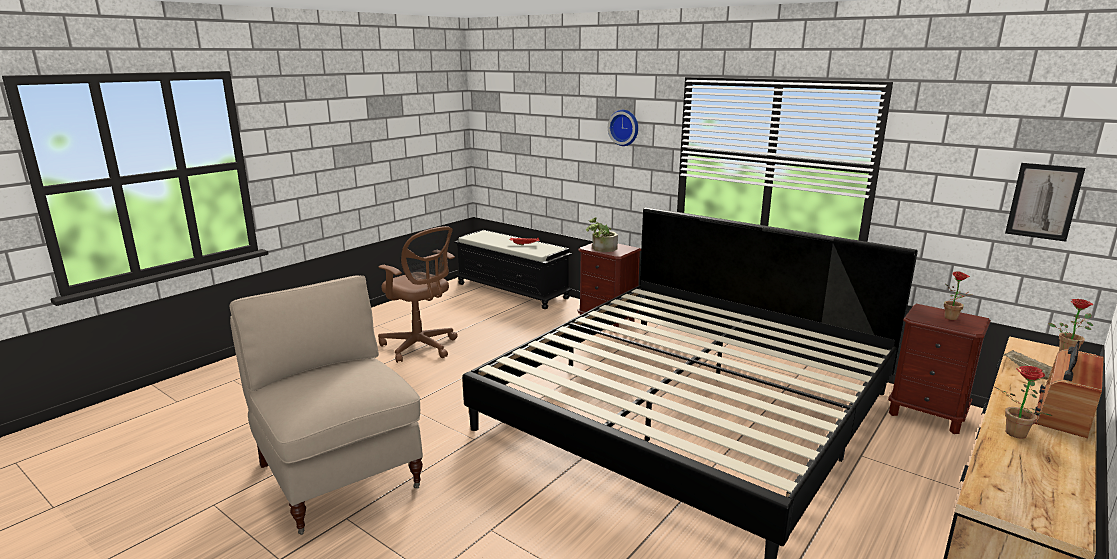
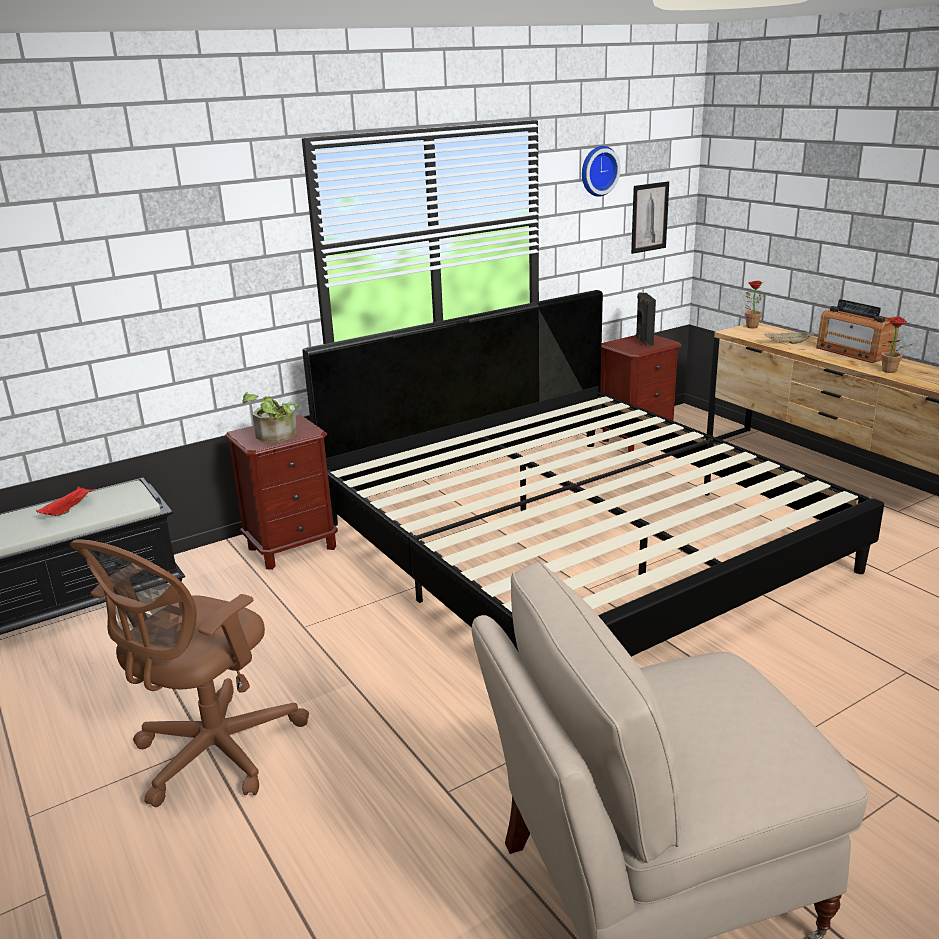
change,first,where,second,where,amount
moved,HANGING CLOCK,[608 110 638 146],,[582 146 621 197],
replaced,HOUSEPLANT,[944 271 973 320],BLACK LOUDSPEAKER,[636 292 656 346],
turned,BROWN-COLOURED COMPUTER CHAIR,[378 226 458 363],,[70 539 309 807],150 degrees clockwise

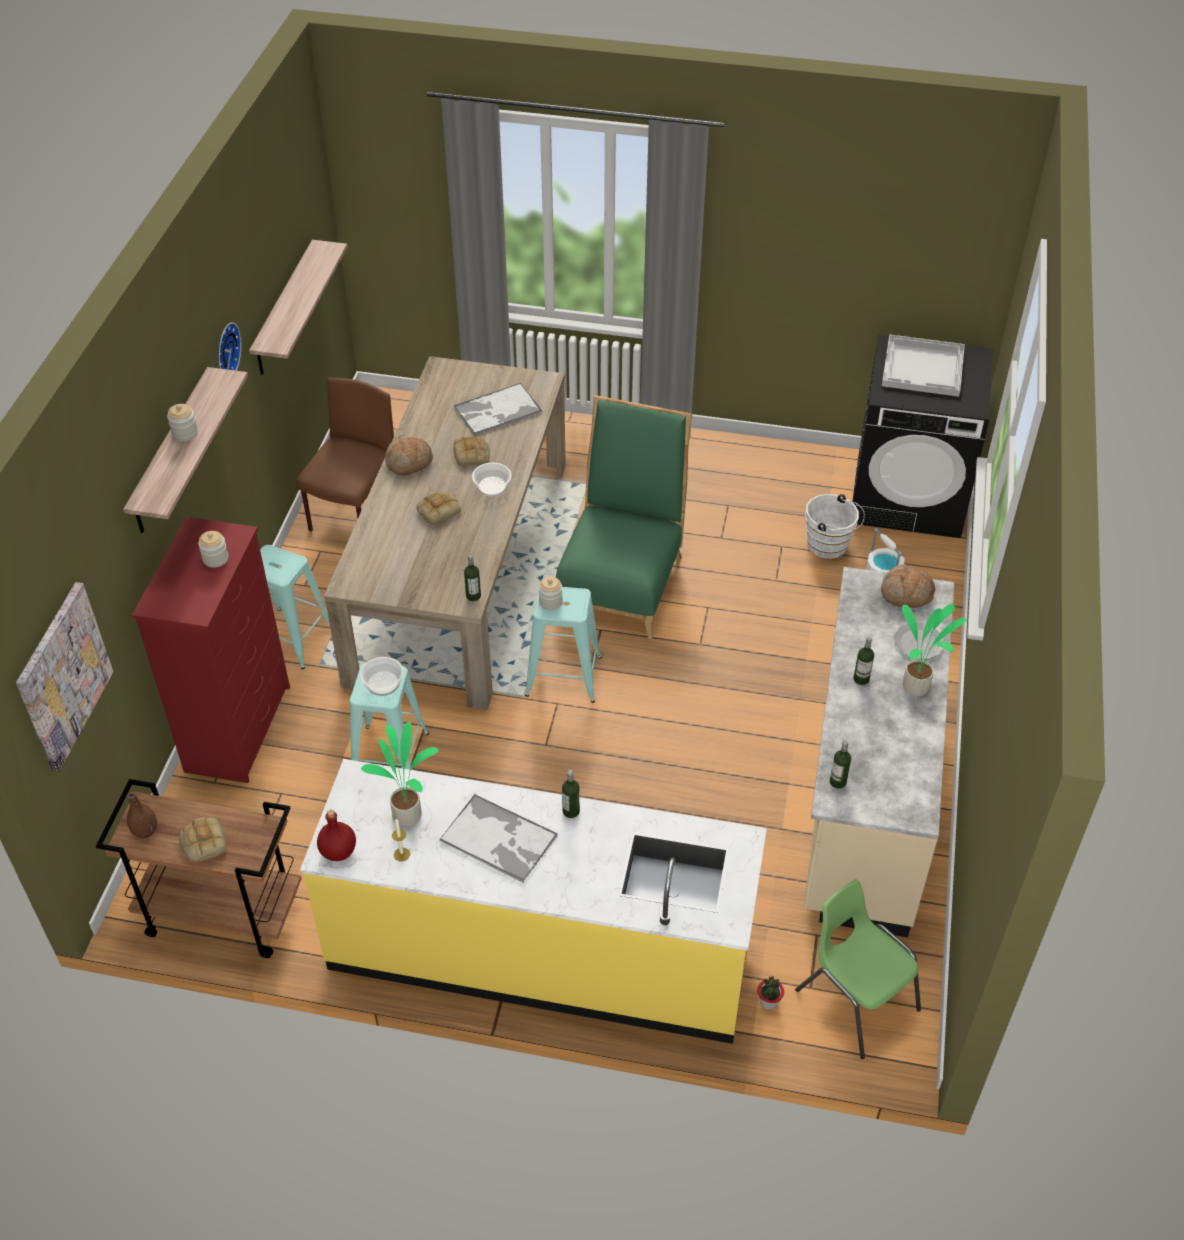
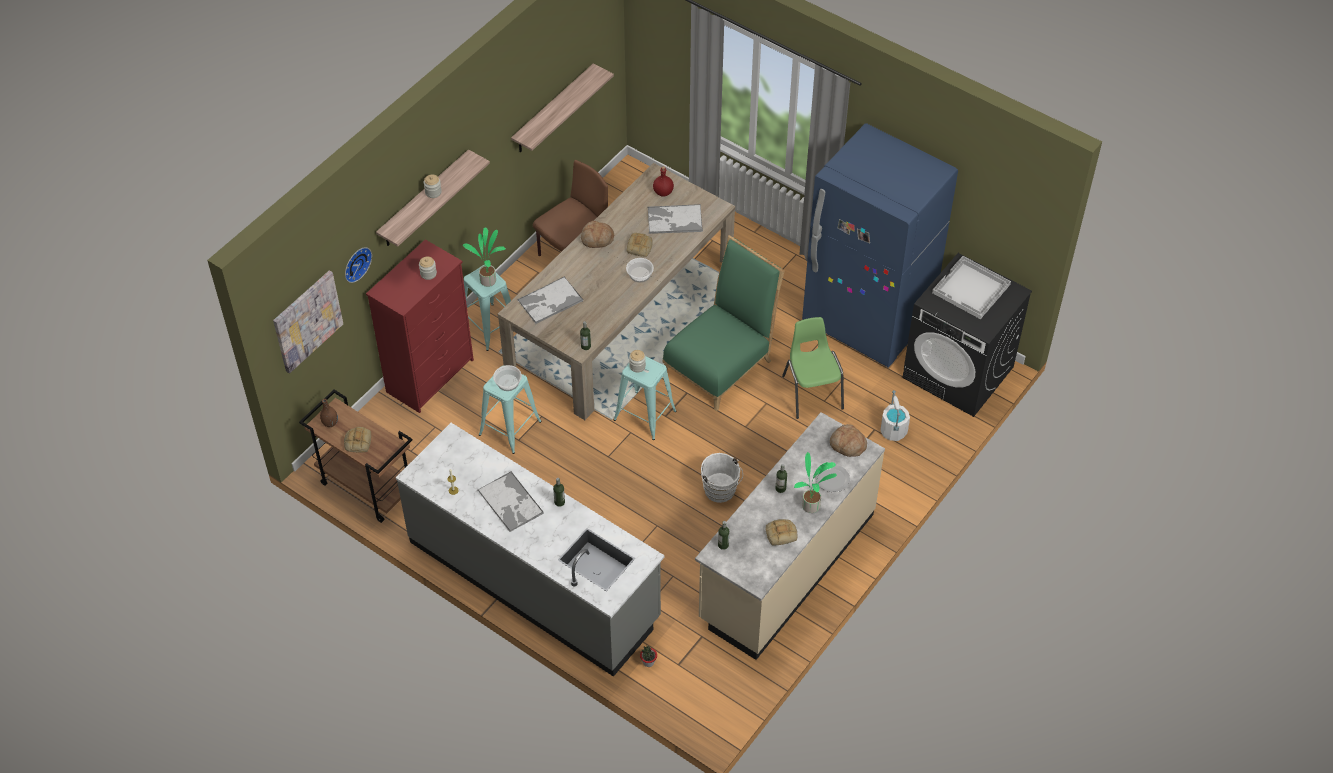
change,first,where,second,where,amount
added,,,TRAY,[517 276 583 324],
added,,,BLUE KITCHEN FRIDGE,[802 123 958 368],
moved,HANGING CLOCK,[218 323 241 371],,[345 247 372 283],
moved,REDDISH BEVERAGE BOTTLE,[317 810 356 861],,[653 166 674 197],
moved,HOUSEPLANT,[361 722 439 826],,[463 227 506 287],
moved,BAKED BREAD,[416 493 461 526],,[765 519 797 546],
moved,GREEN-COLOURED CHAIR,[795 879 921 1059],,[782 317 844 419],
moved,WHITE BUCKET,[805 494 865 559],,[701 453 743 503],
recoloured,YELLOW COUNTER,[300 759 767 1044],GRAY COUNTER,[396 423 665 677],

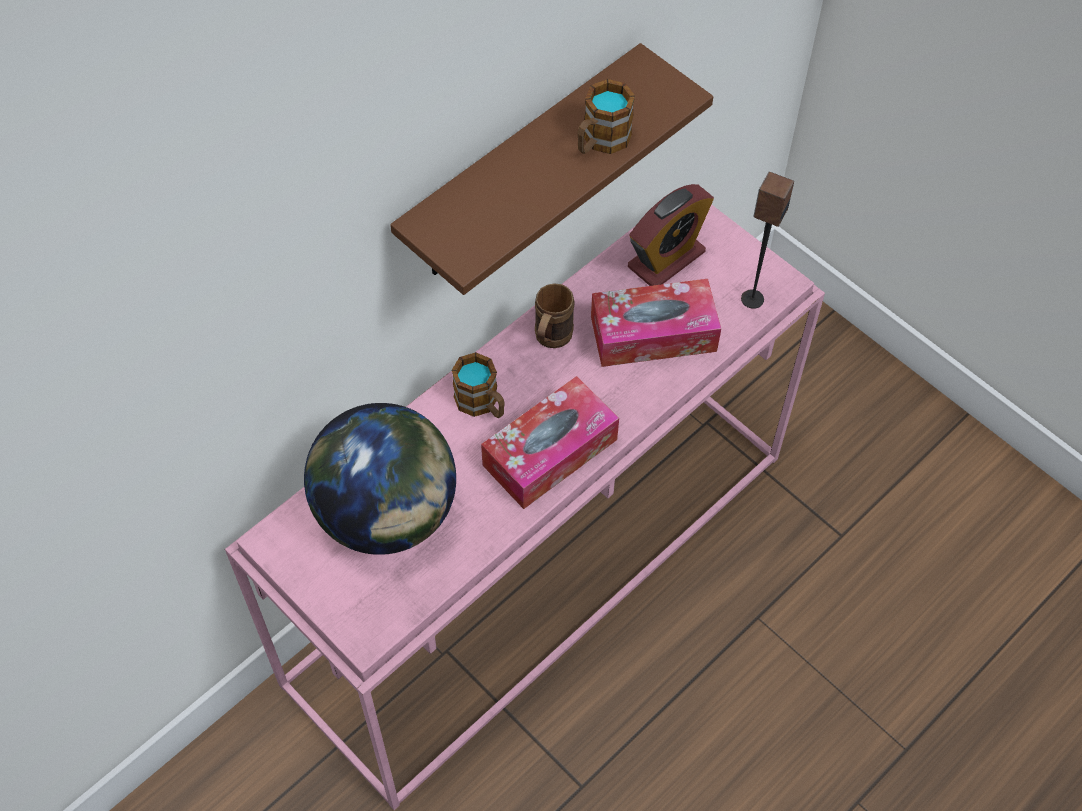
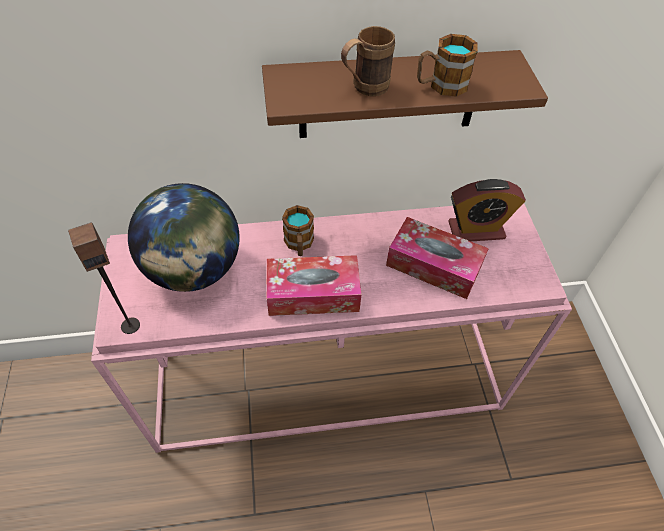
change,first,where,second,where,amount
moved,BROWN-COLOURED MUG,[535 283 574 348],,[341 26 395 96],
moved,LOUDSPEAKER,[741 172 794 309],,[68 222 140 334],

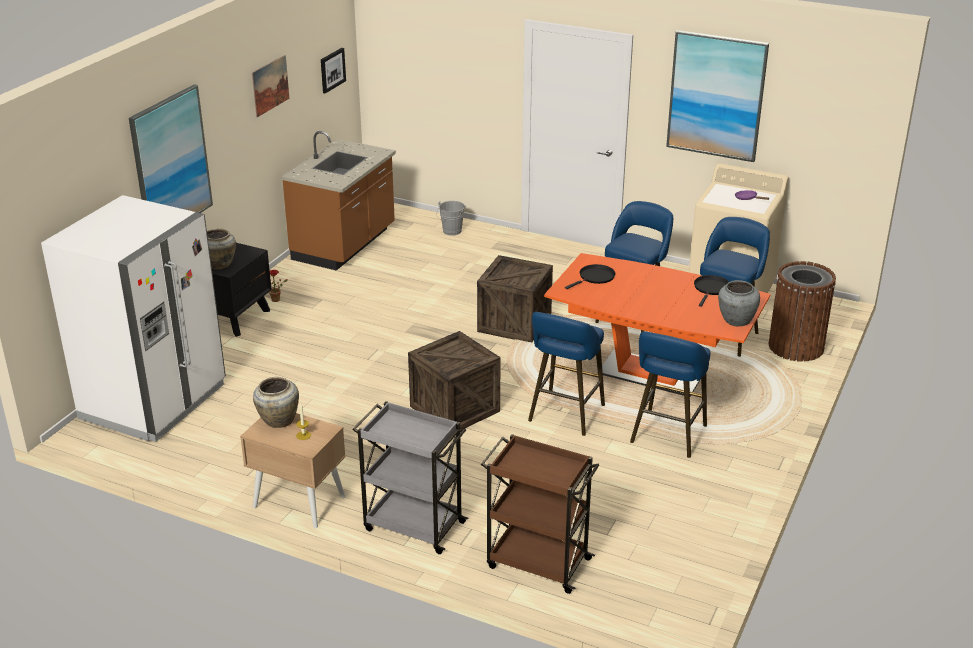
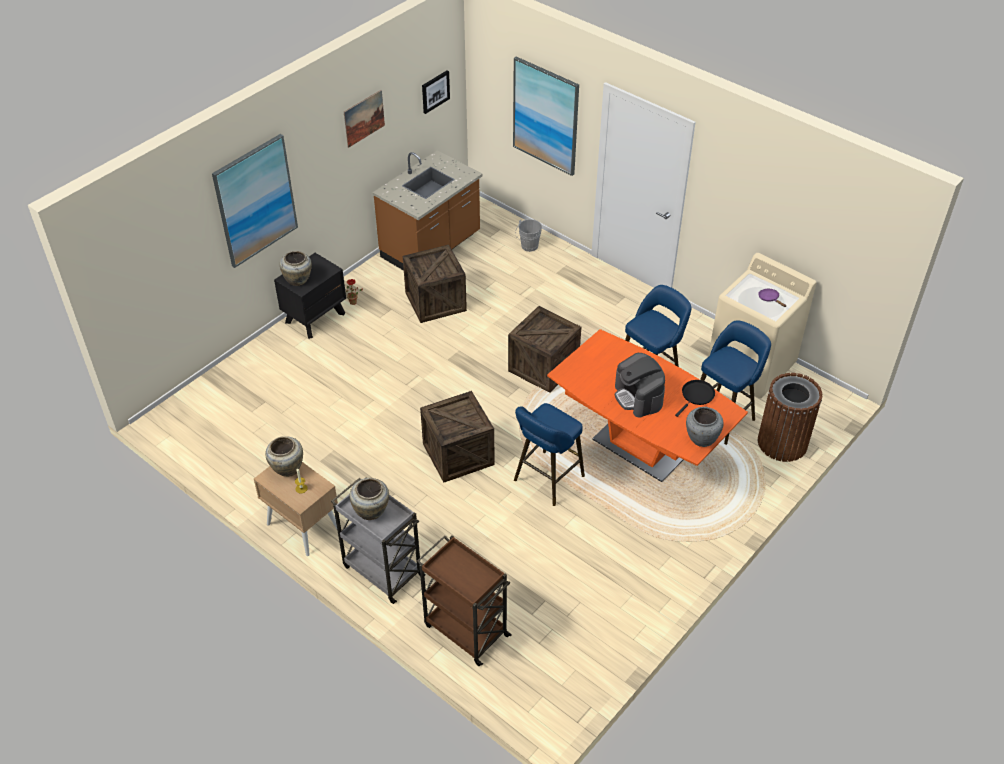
change,first,where,second,where,amount
removed,WHITE KITCHEN FRIDGE,[41 195 226 442],,,
removed,BLACK PAN,[565 264 615 289],,,
removed,BLUE STOOL SEAT,[630 331 711 458],,,
added,,,BEIGE-COLOURED VASE,[350 478 389 520],
added,,,CRATE,[403 245 467 323],
added,,,COFFEE BREWER,[615 353 665 418],
moved,PICTURE,[666 30 769 162],,[513 57 579 176],

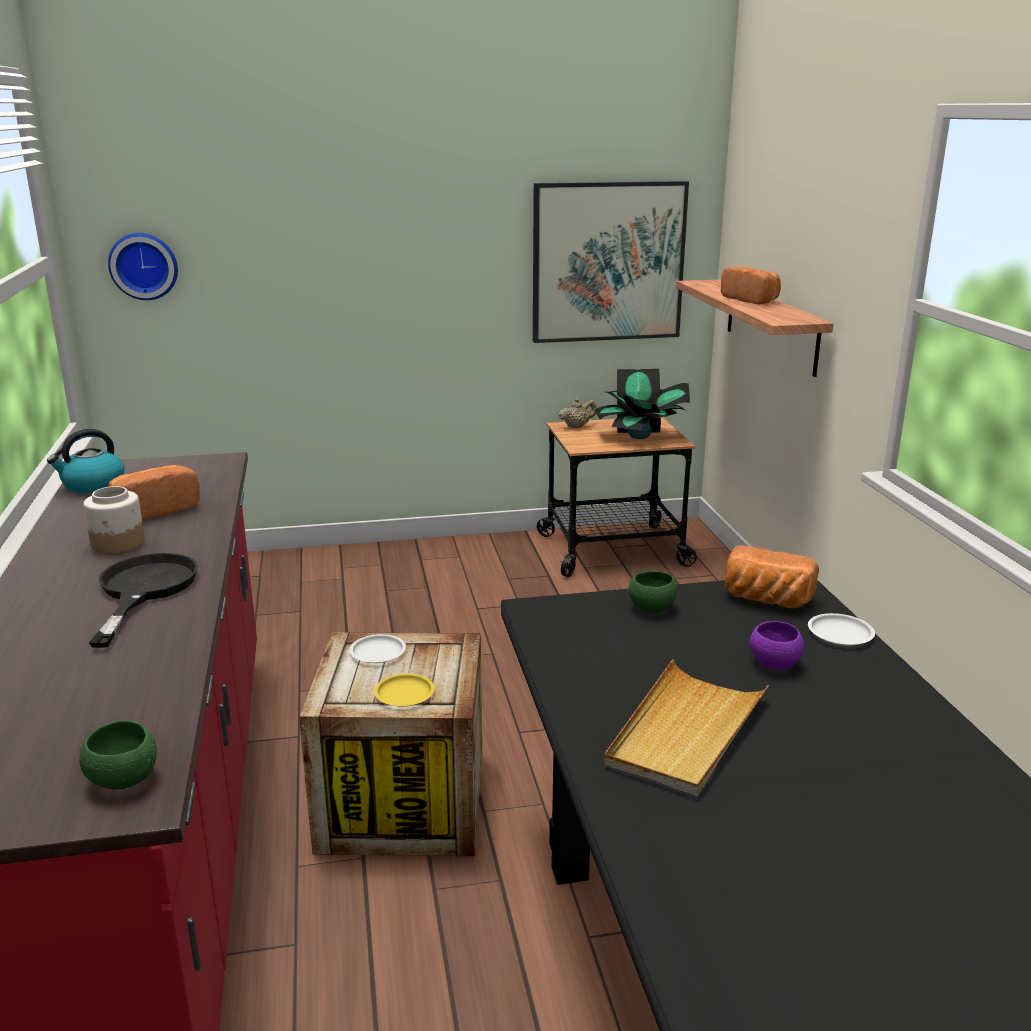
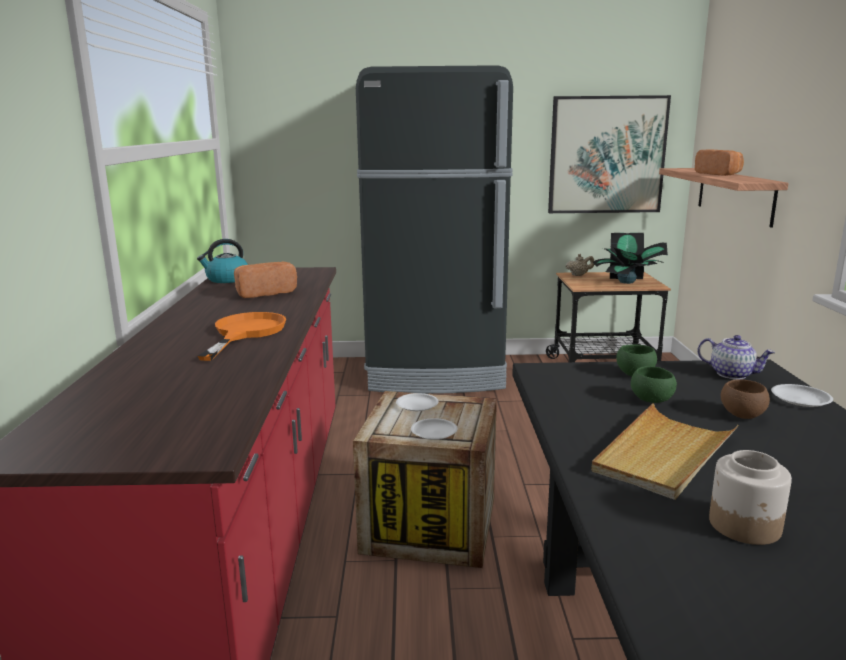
change,first,where,second,where,amount
removed,HANGING CLOCK,[108 233 178 300],,,
added,,,BLACK KITCHEN FRIDGE,[356 65 513 394],
moved,GREEN-COLOURED DEEP DISH,[79 720 157 790],,[631 366 677 403],
moved,STORAGE JAR,[83 486 145 554],,[709 450 792 545],
replaced,BAKED BREAD,[725 545 819 608],POT FOR TEA,[697 335 775 380],
recoloured,BLACK PAN,[89 553 198 648],ORANGEY PAN,[198 312 286 361],
recoloured,YELLOW FLAT DISH,[374 673 435 707],WHITE FLAT DISH,[411 418 458 440],
recoloured,PURPLE DEEP DISH,[750 621 804 670],BROWN-COLOURED DEEP DISH,[721 379 770 419],

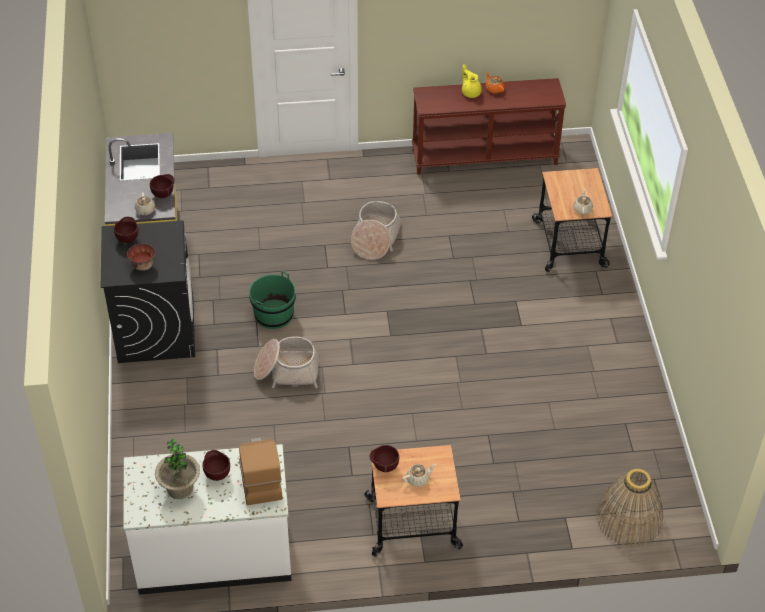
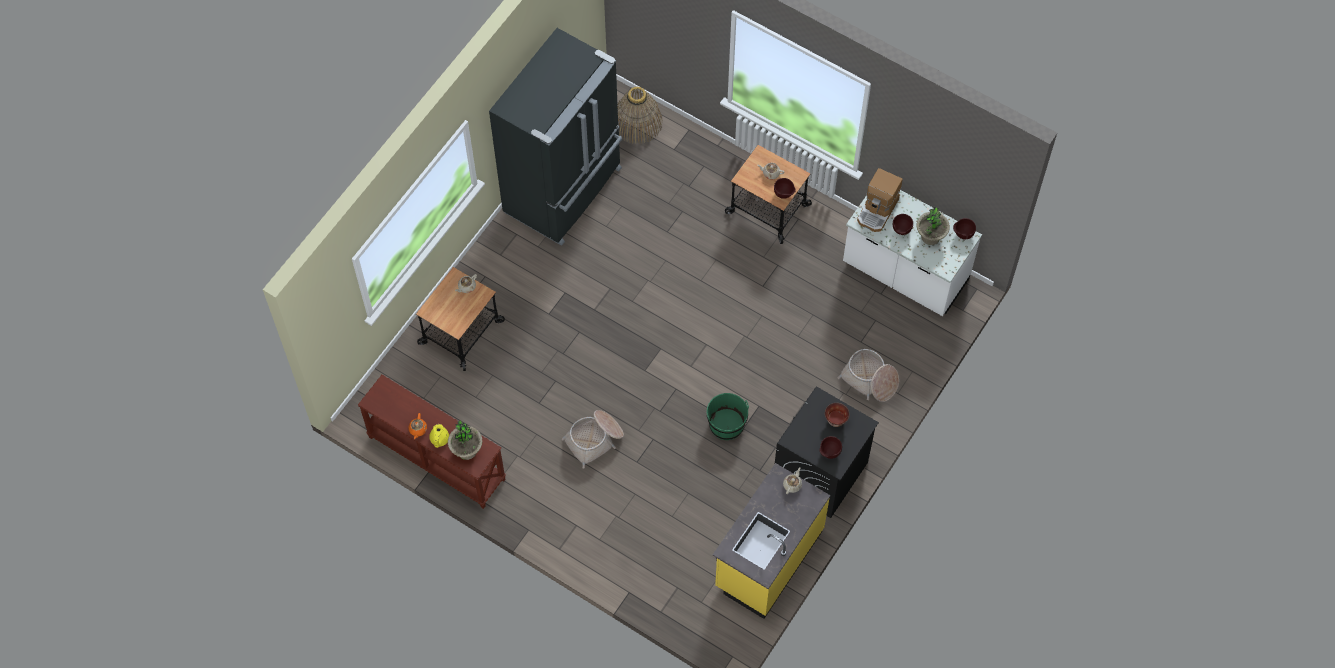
change,first,where,second,where,amount
added,,,HOUSEPLANT,[448 420 483 460],
added,,,BLACK KITCHEN FRIDGE,[489 28 622 246],
moved,BROWN-COLOURED DEEP DISH,[150 174 174 198],,[953 218 976 239],
moved,BASKET,[254 336 319 388],,[837 349 899 402],

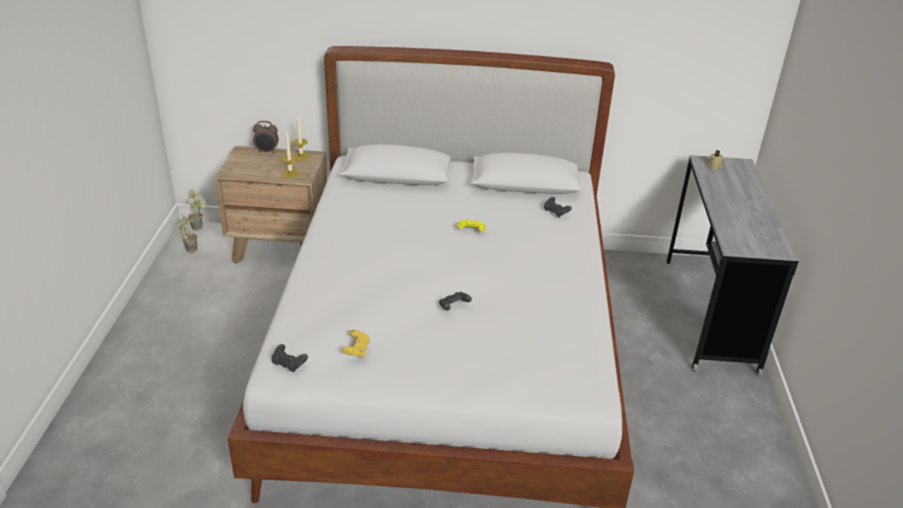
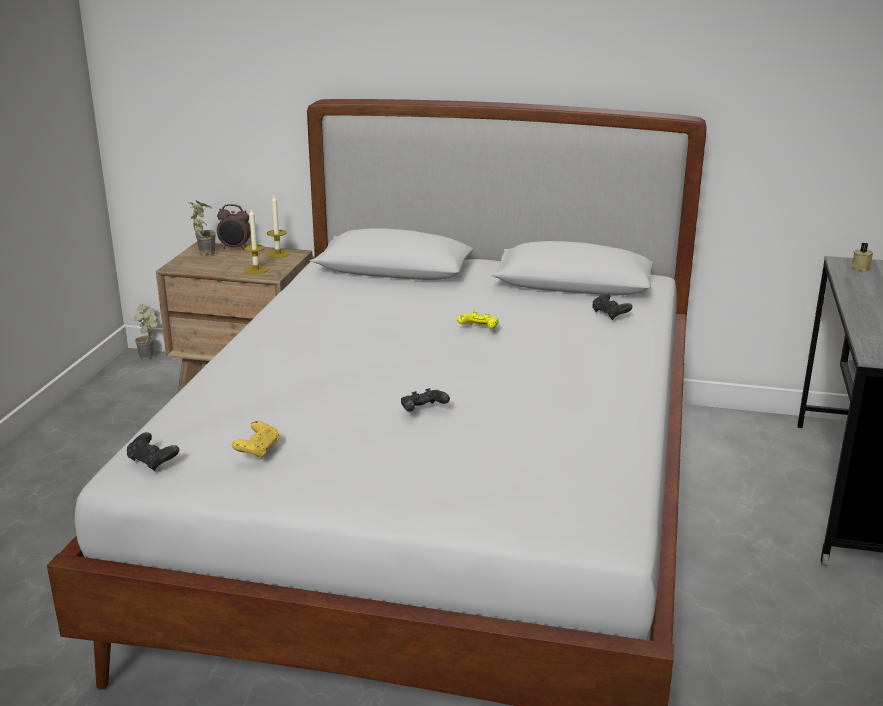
change,first,where,second,where,amount
moved,HOUSEPLANT,[175 215 197 253],,[188 201 216 256],

